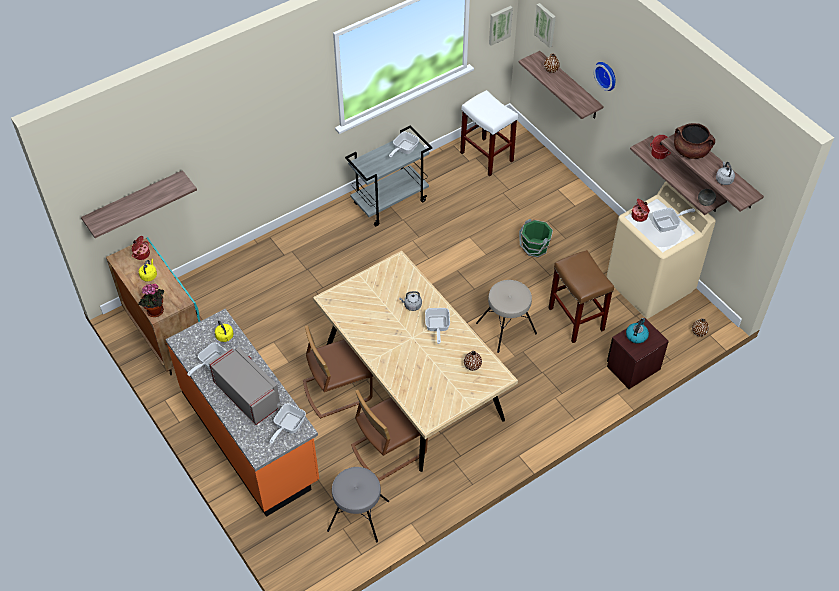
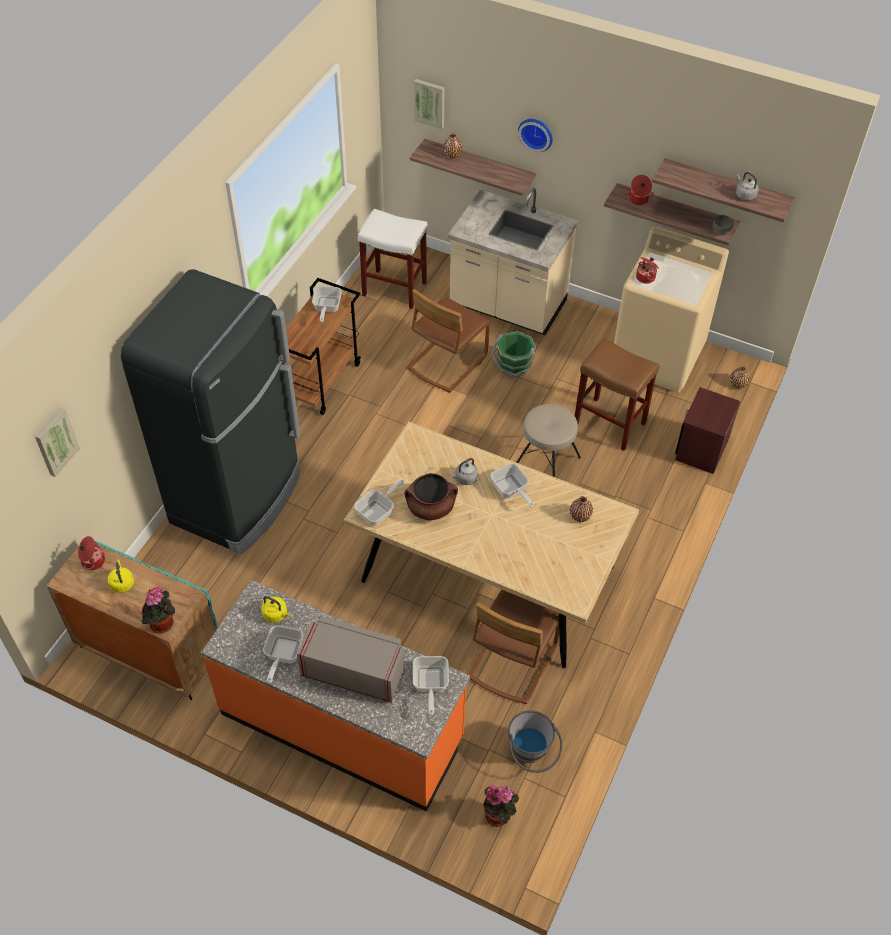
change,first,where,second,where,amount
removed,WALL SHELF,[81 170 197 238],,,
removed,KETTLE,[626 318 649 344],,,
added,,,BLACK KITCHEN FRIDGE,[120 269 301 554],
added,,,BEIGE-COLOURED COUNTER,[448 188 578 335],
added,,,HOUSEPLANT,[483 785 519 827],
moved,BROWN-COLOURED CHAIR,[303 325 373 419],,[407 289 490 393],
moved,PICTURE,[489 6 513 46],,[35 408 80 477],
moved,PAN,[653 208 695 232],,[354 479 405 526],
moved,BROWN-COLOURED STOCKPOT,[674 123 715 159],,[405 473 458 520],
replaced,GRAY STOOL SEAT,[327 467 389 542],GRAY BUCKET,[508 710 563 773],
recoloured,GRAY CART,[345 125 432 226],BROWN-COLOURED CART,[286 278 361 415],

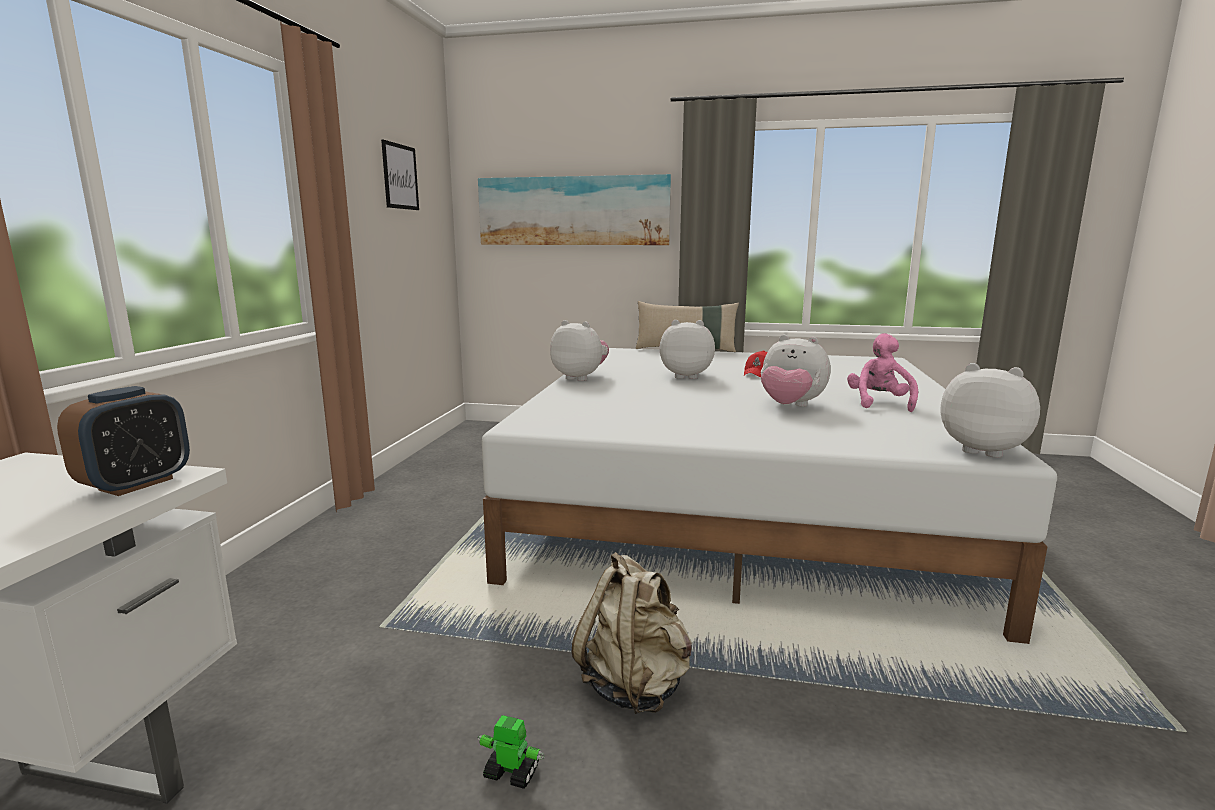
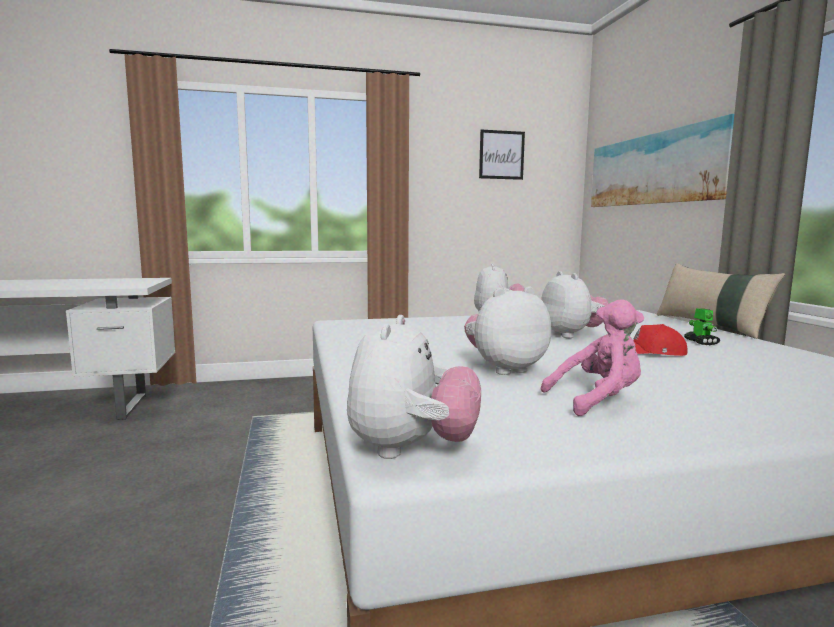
change,first,where,second,where,amount
removed,BEDSIDE CLOCK,[57 386 190 496],,,
removed,BEIGE-COLOURED BACKPACK,[572 552 692 714],,,
moved,MODEL ROBOT,[477 715 544 789],,[684 308 720 345],
turned,CUDDLY TOY,[761 335 831 407],,[464 286 551 375],60 degrees clockwise

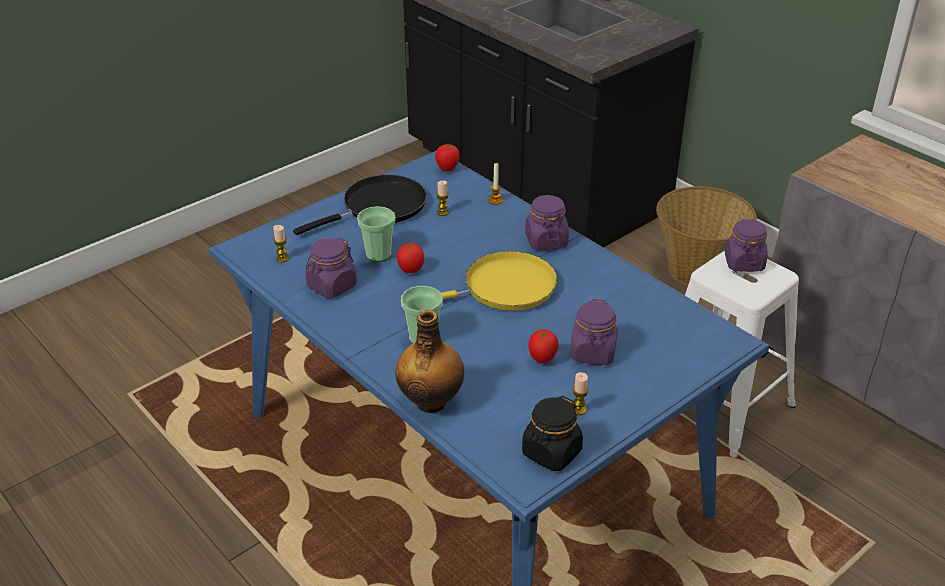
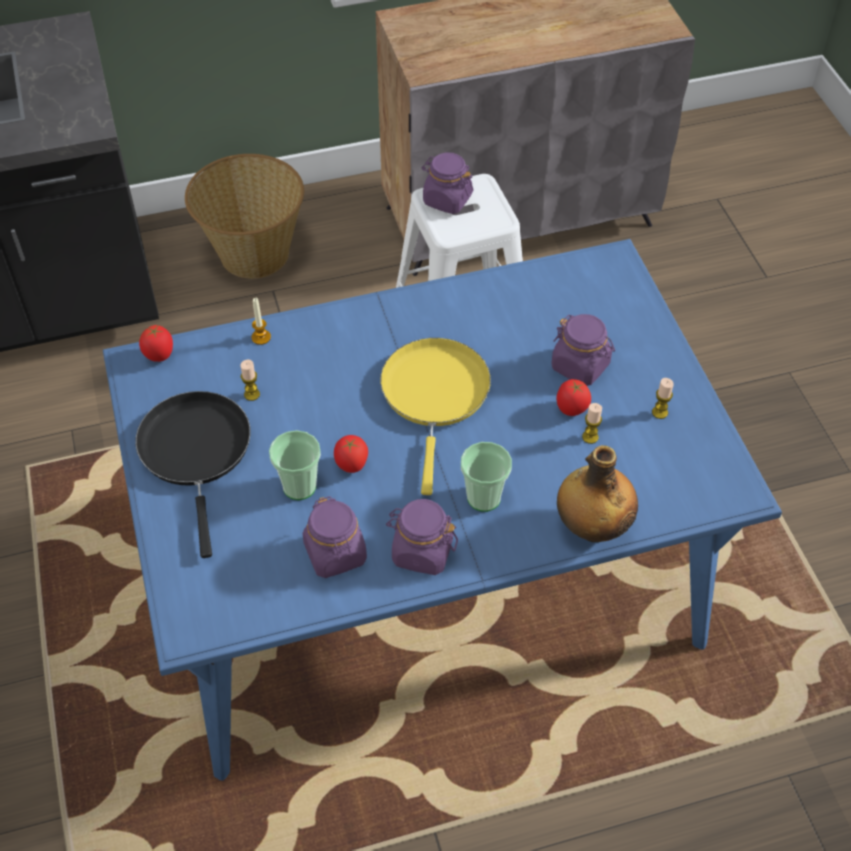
change,first,where,second,where,amount
removed,BLACK STORAGE JAR,[522 396 583 471],,,
moved,WAX LIGHT,[273 225 289 262],,[582 403 602 444],
moved,PURPLE STORAGE JAR,[525 195 569 250],,[386 499 458 575],

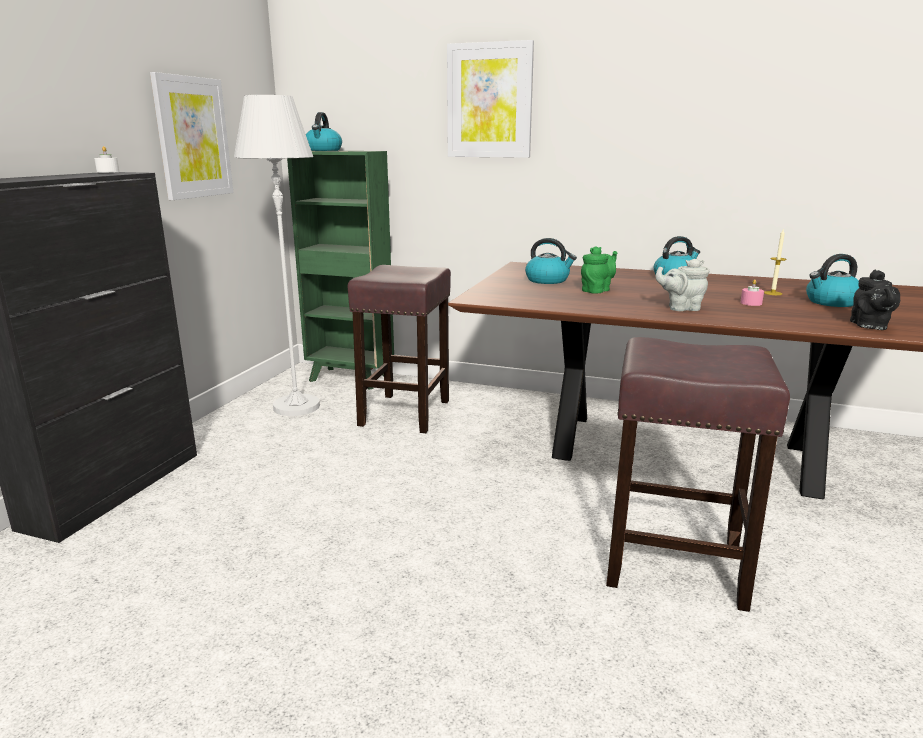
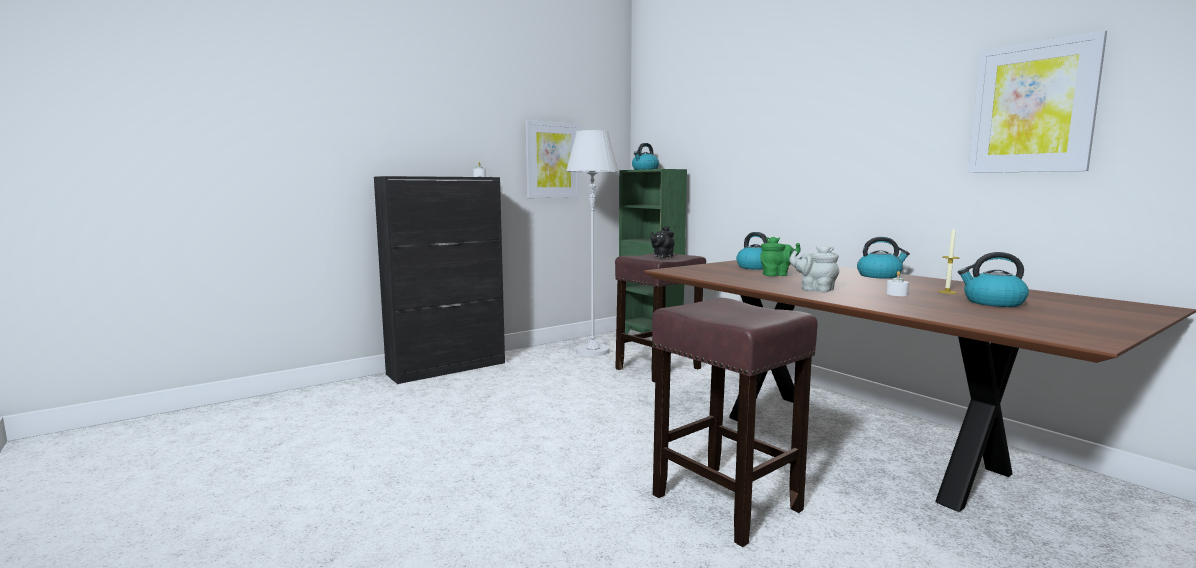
change,first,where,second,where,amount
moved,PICTURE,[447 40 534 158],,[968 30 1107 173],
moved,BLACK POT FOR TEA,[850 269 900 330],,[651 226 675 258],
recoloured,PINK WAX LIGHT,[740 279 764 306],WHITE WAX LIGHT,[886 271 909 296],

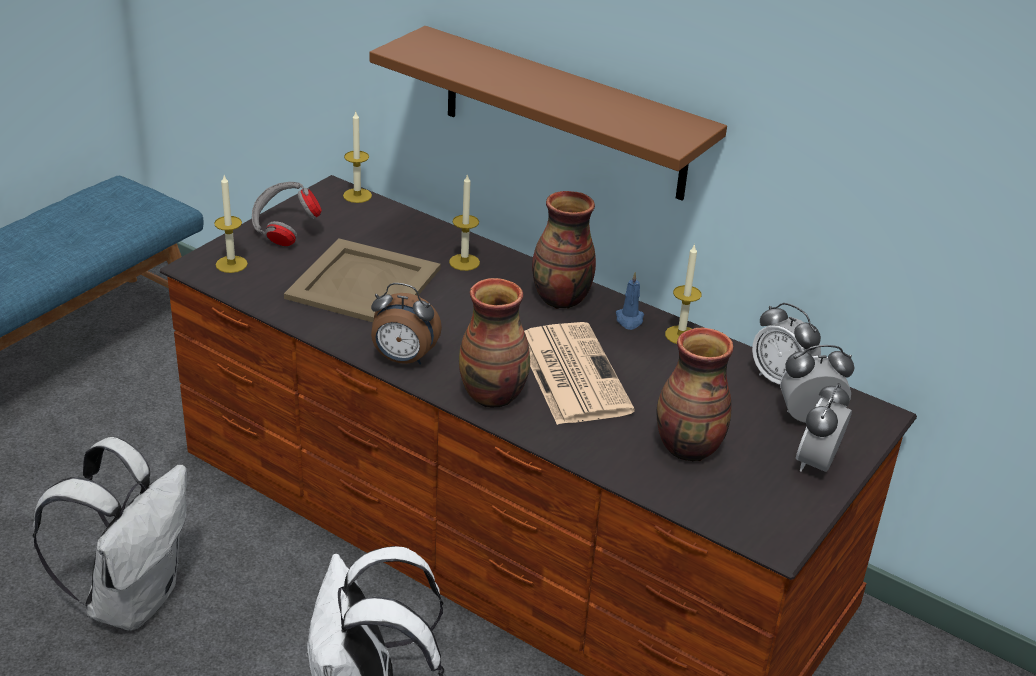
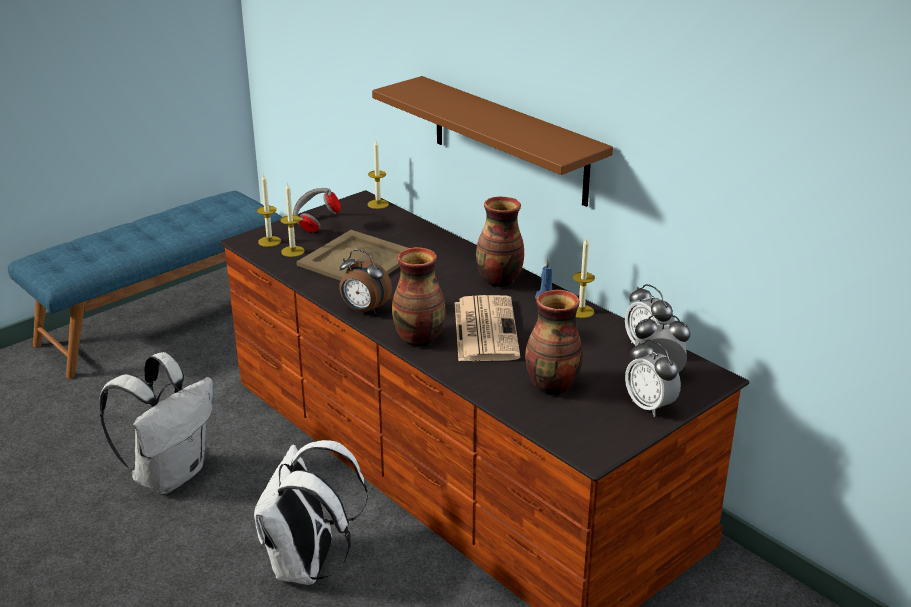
change,first,where,second,where,amount
moved,WAX LIGHT,[449 173 480 271],,[280 183 305 257],
turned,BEDSIDE CLOCK,[796 383 852 472],,[625 339 681 417],75 degrees counterclockwise

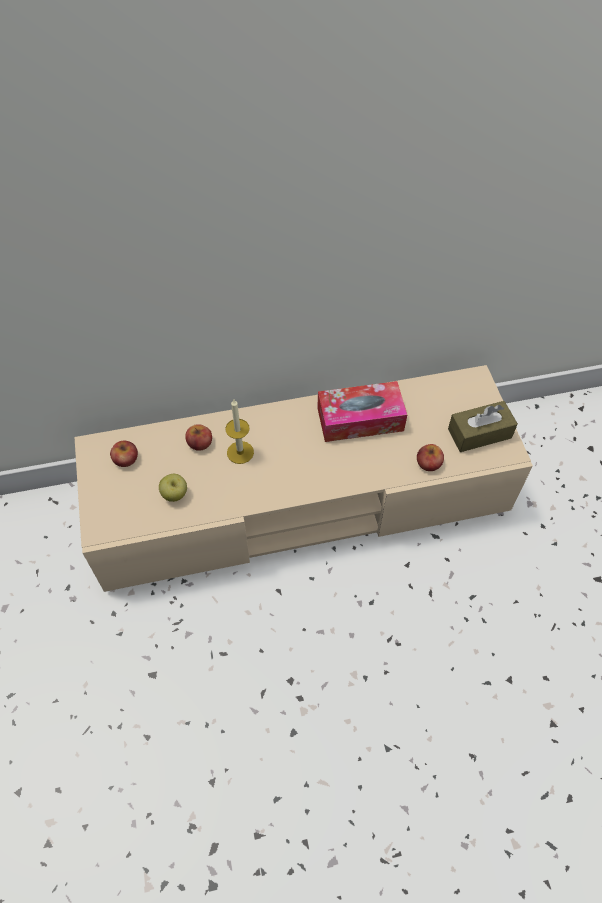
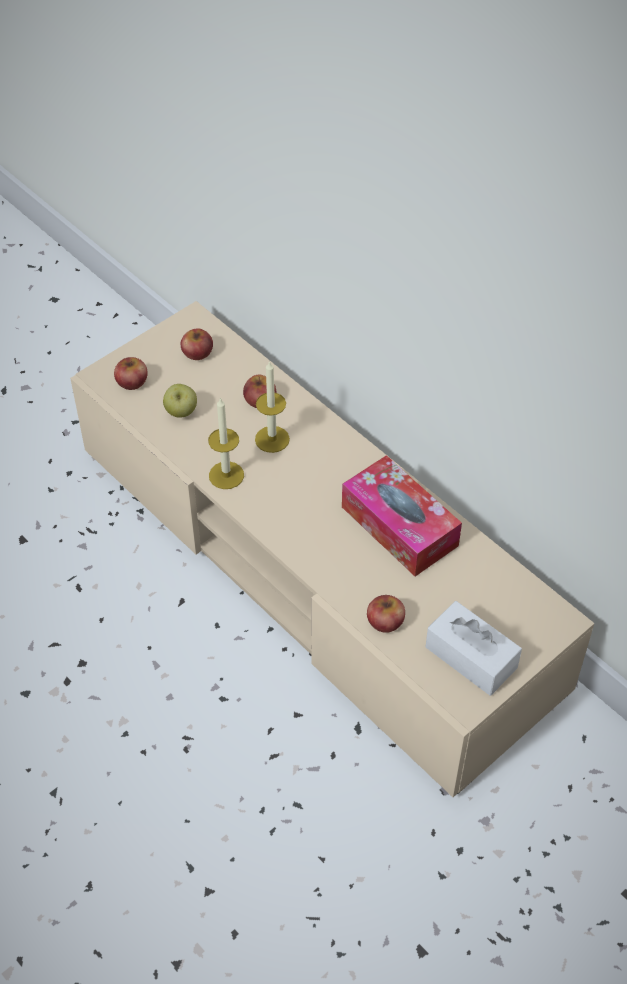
change,first,where,second,where,amount
added,,,WHOLE APPLE,[114 357 148 390],
added,,,WAX LIGHT,[208 398 244 489],
recoloured,BROWN-COLOURED BOX OF TISSUES,[448 401 518 452],WHITE BOX OF TISSUES,[426 601 522 696],

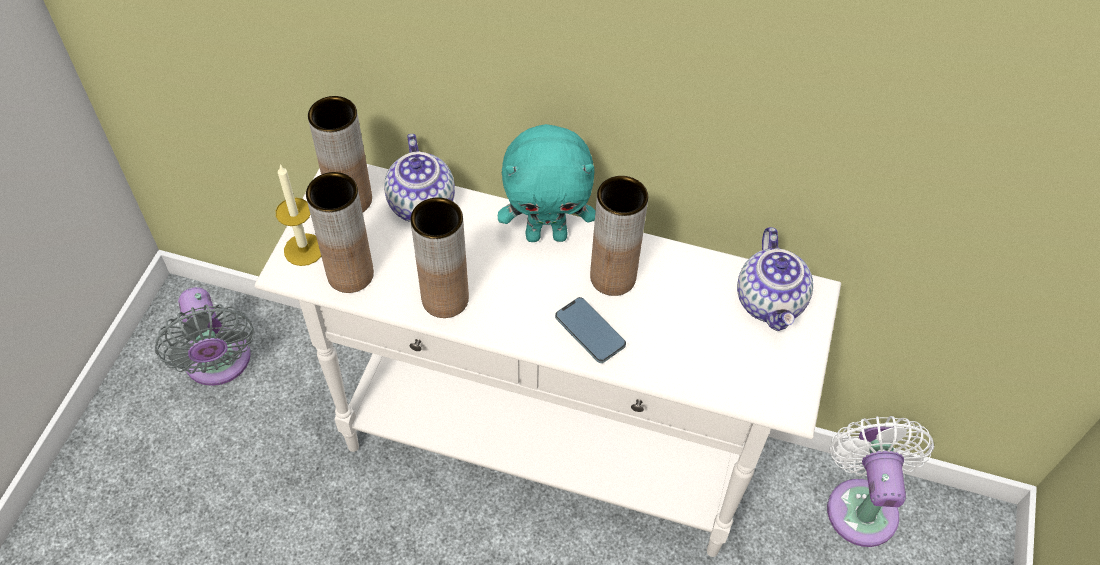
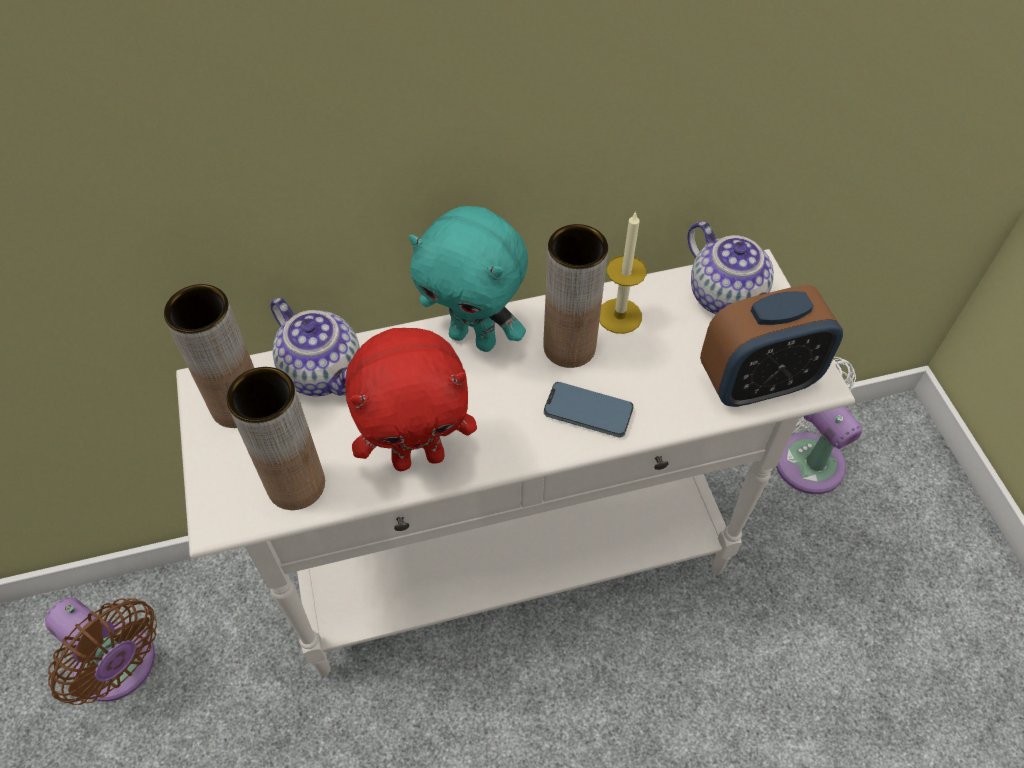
change,first,where,second,where,amount
added,,,BEDSIDE CLOCK,[700 285 843 407],
moved,WAX LIGHT,[276 164 321 266],,[599 211 647 334],
replaced,BROWN-COLOURED VASE,[410 198 469 318],REDDISH CUDDLY TOY,[345 328 477 471],
recoloured,GRAY ELECTRIC FAN,[155 287 254 386],BROWN-COLOURED ELECTRIC FAN,[45 598 157 705],
turned,BLUE-GREEN CUDDLY TOY,[498 124 595 242],,[409 206 528 352],60 degrees clockwise

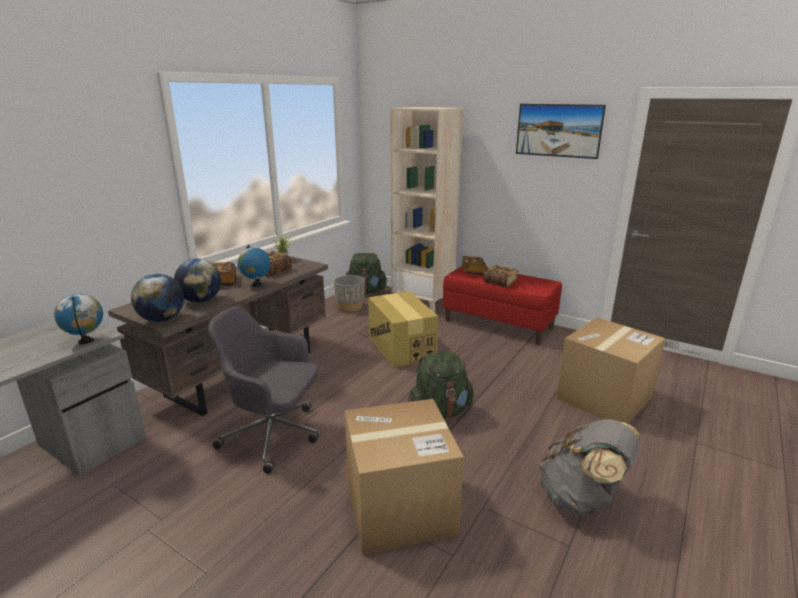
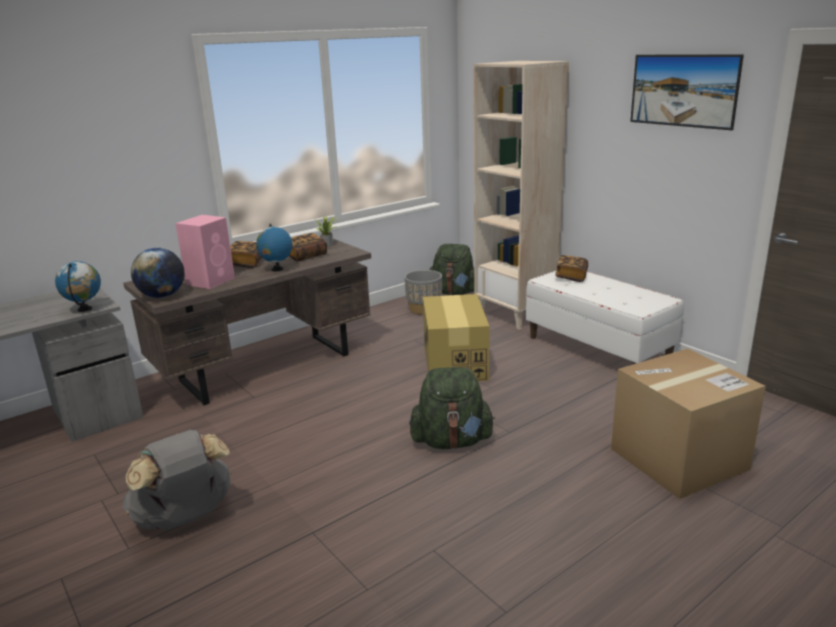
change,first,where,second,where,amount
removed,GRAY COMPUTER CHAIR,[208 306 319 474],,,
removed,CARTON,[345 399 464 555],,,
removed,VOLUME,[484 265 518 287],,,
moved,GRAY BACKPACK,[539 419 640 516],,[123 430 231 530],
replaced,DESK GLOBE,[174 258 221 303],PINK LOUDSPEAKER,[175 215 235 289],
recoloured,REDDISH INDOOR BENCH,[443 266 562 345],WHITE INDOOR BENCH,[526 270 684 365],

